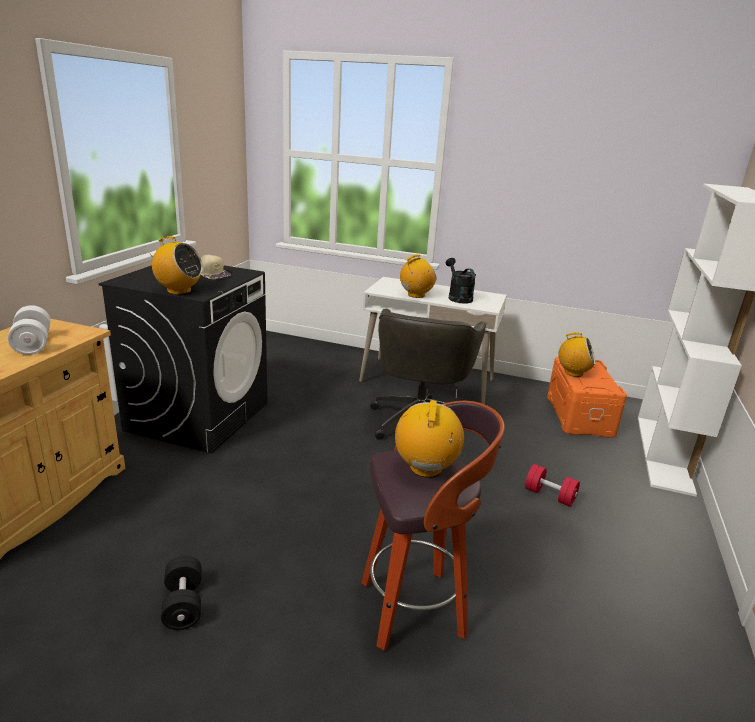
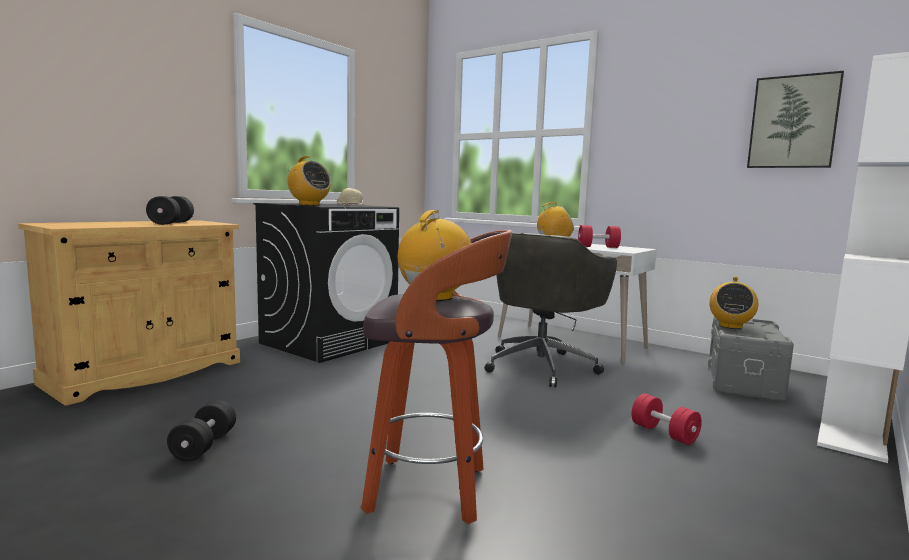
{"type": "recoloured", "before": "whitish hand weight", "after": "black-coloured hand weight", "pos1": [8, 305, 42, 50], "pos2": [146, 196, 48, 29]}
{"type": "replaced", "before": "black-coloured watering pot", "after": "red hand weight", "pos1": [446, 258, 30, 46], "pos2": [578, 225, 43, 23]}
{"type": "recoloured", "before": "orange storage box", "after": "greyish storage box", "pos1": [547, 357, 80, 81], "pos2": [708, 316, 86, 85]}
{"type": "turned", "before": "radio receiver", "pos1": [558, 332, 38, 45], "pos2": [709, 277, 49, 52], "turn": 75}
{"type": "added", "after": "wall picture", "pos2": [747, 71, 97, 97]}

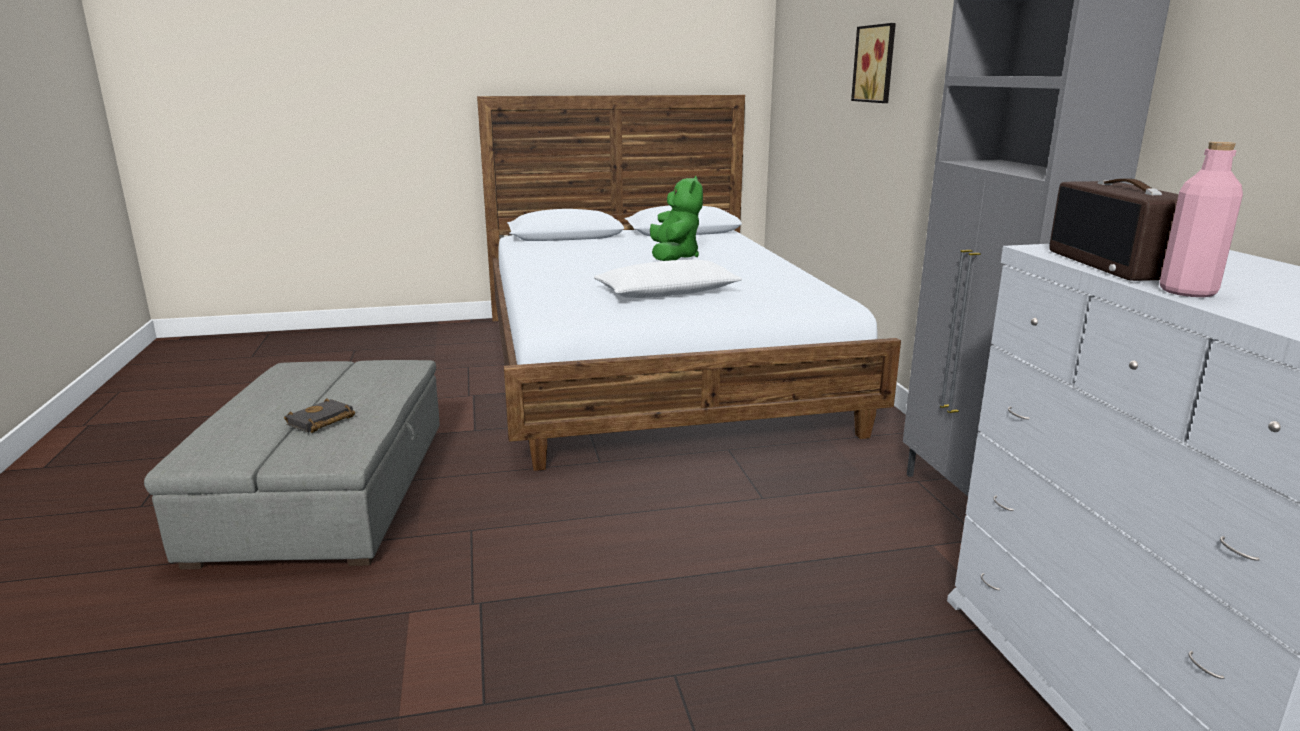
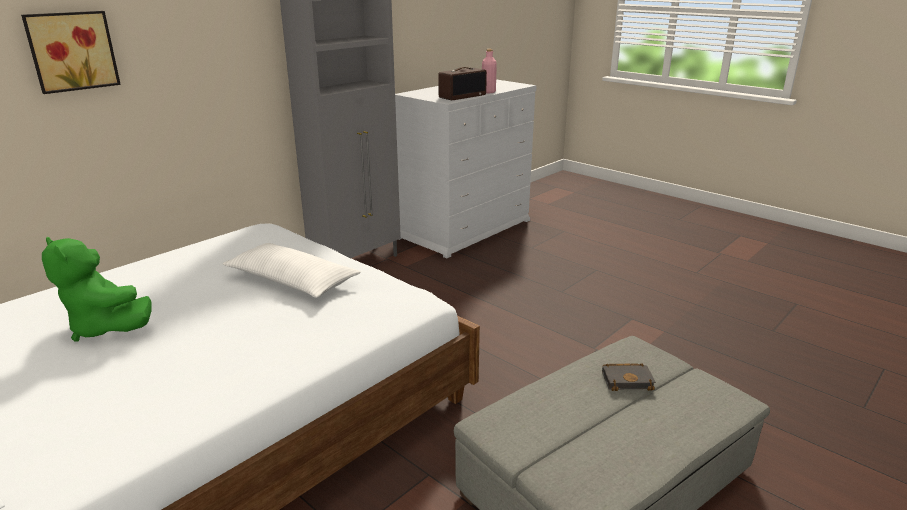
{"type": "turned", "before": "green-coloured plush toy", "pos1": [650, 176, 53, 85], "pos2": [42, 237, 109, 105], "turn": -105}

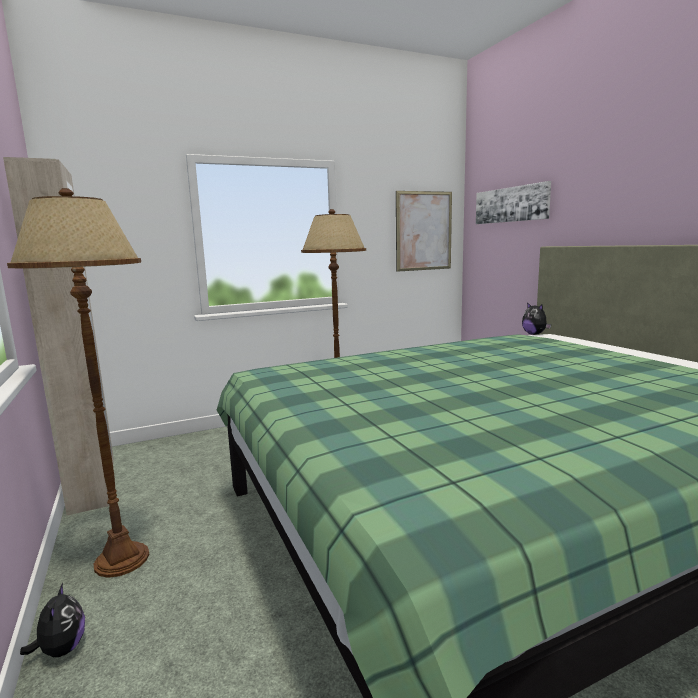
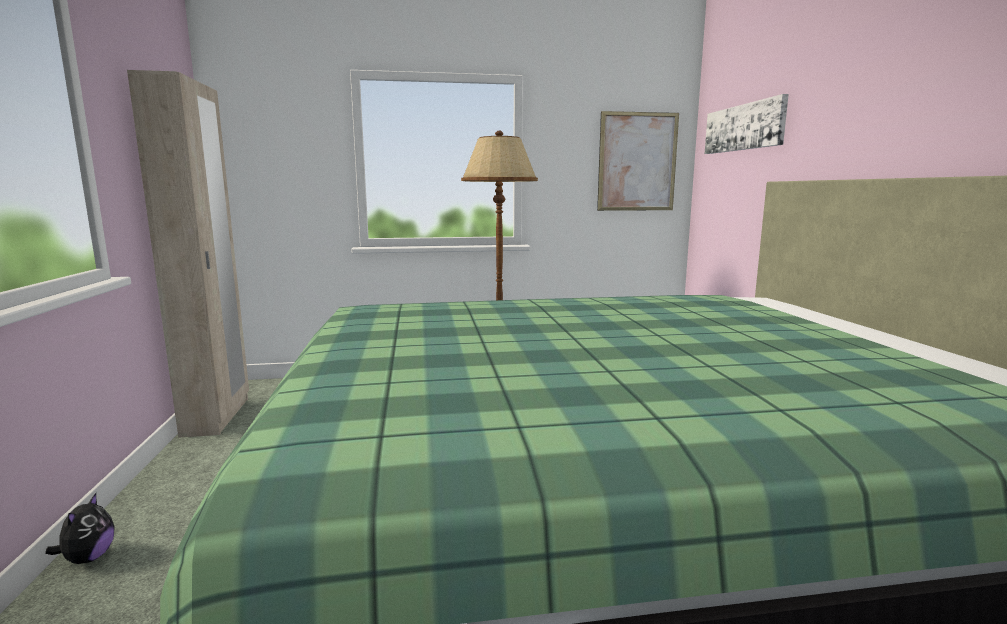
{"type": "removed", "before": "brownish floor lamp", "pos1": [7, 188, 142, 390]}
{"type": "removed", "before": "plush toy", "pos1": [522, 302, 29, 33]}

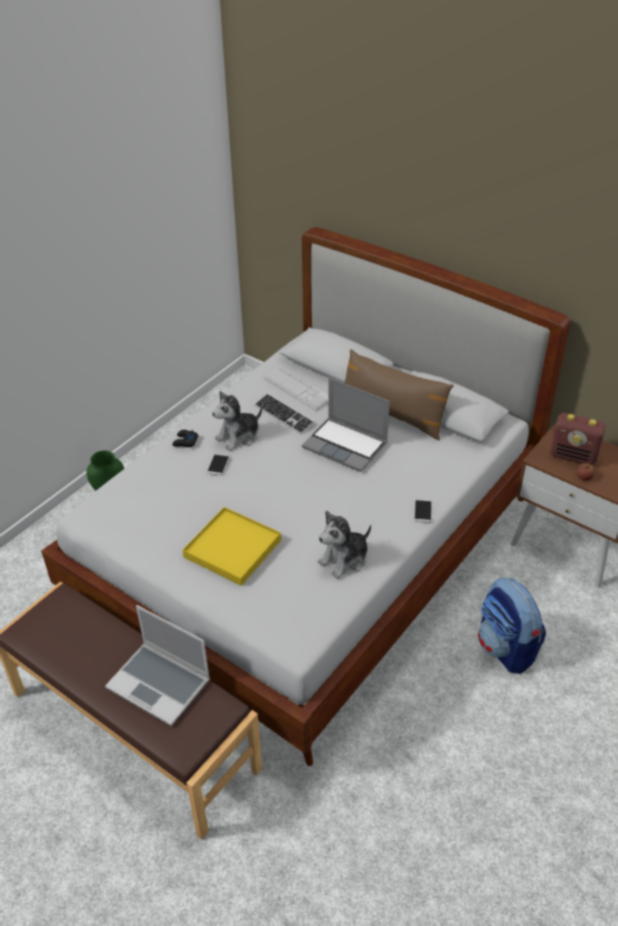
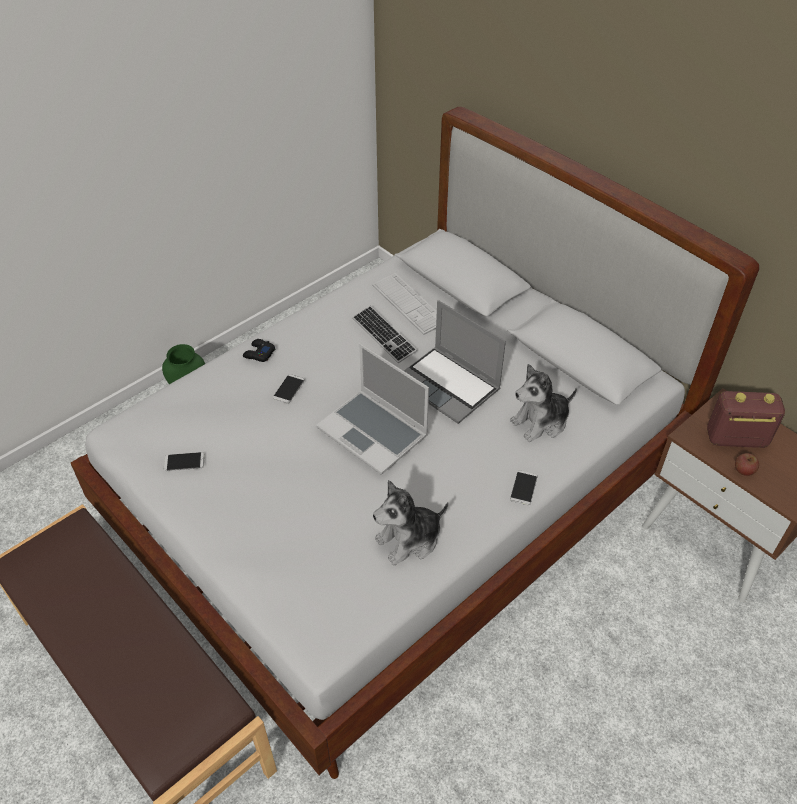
{"type": "added", "after": "telephone", "pos2": [164, 452, 41, 19]}
{"type": "moved", "before": "laptop", "pos1": [105, 605, 105, 121], "pos2": [316, 343, 113, 132]}
{"type": "moved", "before": "plush toy", "pos1": [212, 391, 50, 60], "pos2": [510, 364, 67, 78]}
{"type": "turned", "before": "radio receiver", "pos1": [550, 413, 56, 52], "pos2": [707, 391, 78, 57], "turn": 150}
{"type": "removed", "before": "yellow-coloured tray", "pos1": [182, 507, 99, 79]}
{"type": "removed", "before": "brownish throw pillow", "pos1": [344, 349, 110, 91]}
{"type": "removed", "before": "knapsack", "pos1": [478, 577, 68, 97]}

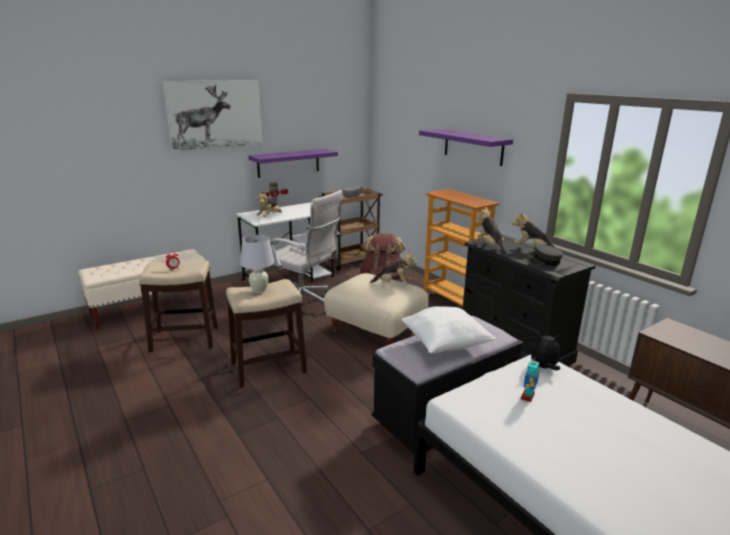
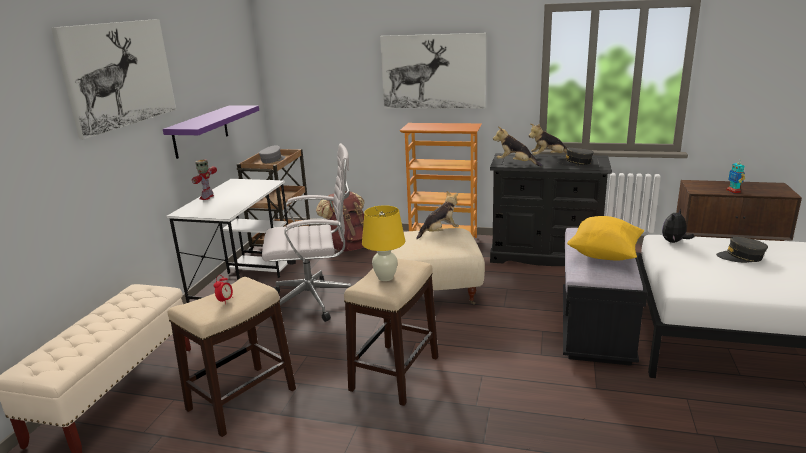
{"type": "recoloured", "before": "whitish table lamp", "after": "yellow-coloured table lamp", "pos1": [240, 235, 34, 58], "pos2": [362, 205, 43, 76]}
{"type": "replaced", "before": "purplish shelf", "after": "wall picture", "pos1": [419, 129, 94, 37], "pos2": [380, 33, 106, 76]}
{"type": "recoloured", "before": "whitish throw pillow", "after": "yellow-coloured throw pillow", "pos1": [402, 306, 94, 47], "pos2": [567, 216, 77, 45]}
{"type": "added", "after": "greyish peaked cap", "pos2": [716, 237, 52, 26]}
{"type": "moved", "before": "robot figure", "pos1": [521, 358, 18, 44], "pos2": [726, 159, 19, 34]}
{"type": "removed", "before": "plush toy", "pos1": [256, 191, 26, 26]}

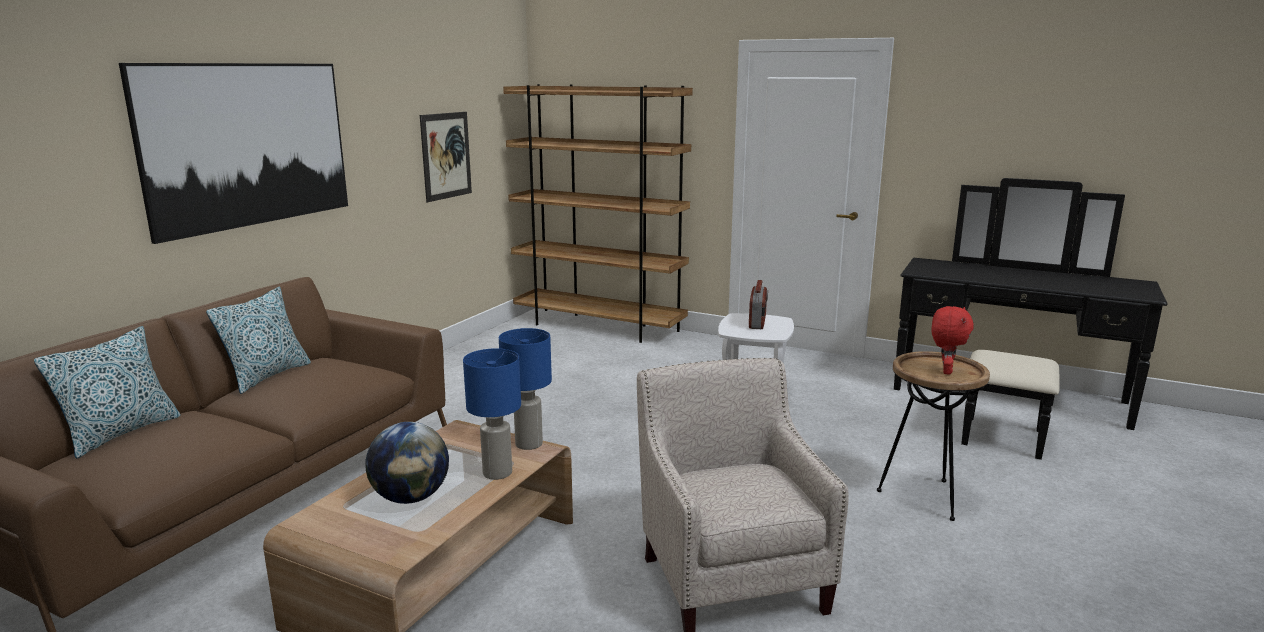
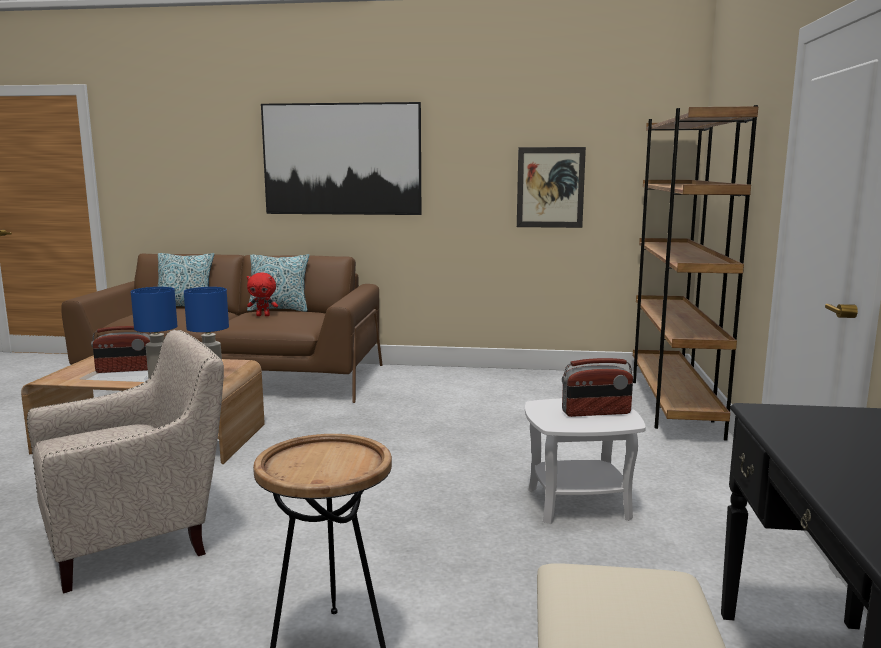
{"type": "replaced", "before": "desk globe", "after": "radio receiver", "pos1": [365, 422, 84, 82], "pos2": [91, 326, 60, 47]}
{"type": "moved", "before": "red plush toy", "pos1": [931, 306, 43, 69], "pos2": [247, 273, 31, 43]}

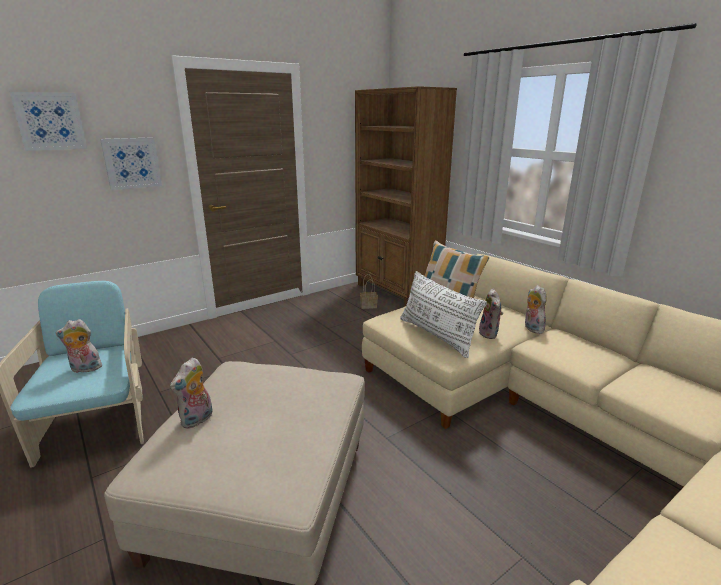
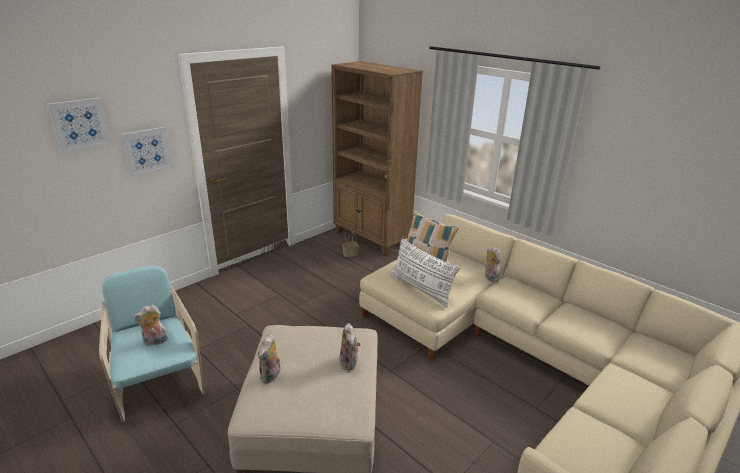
{"type": "moved", "before": "plush toy", "pos1": [479, 288, 24, 51], "pos2": [339, 323, 22, 47]}

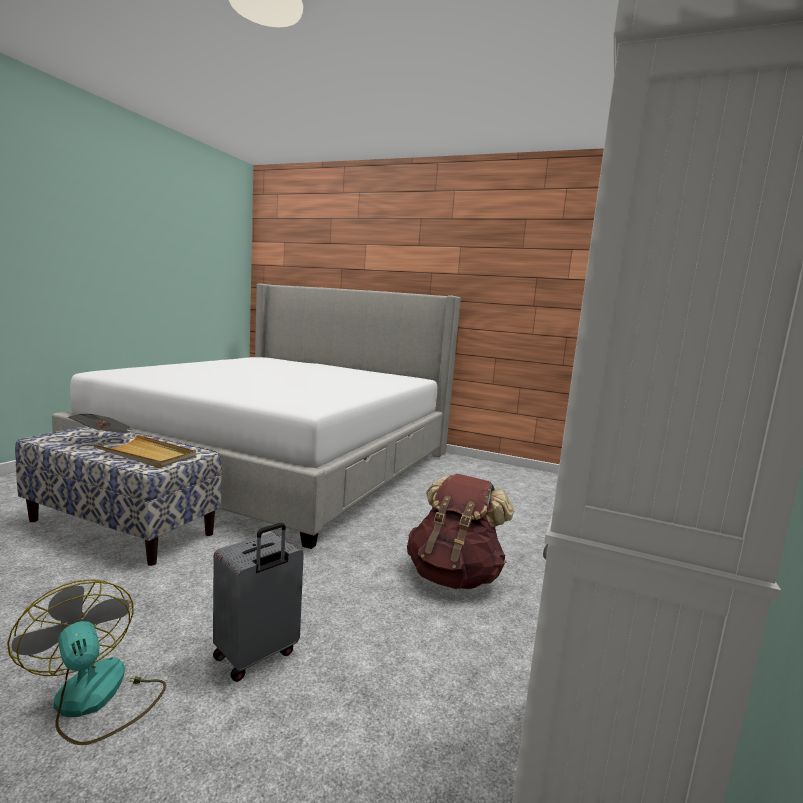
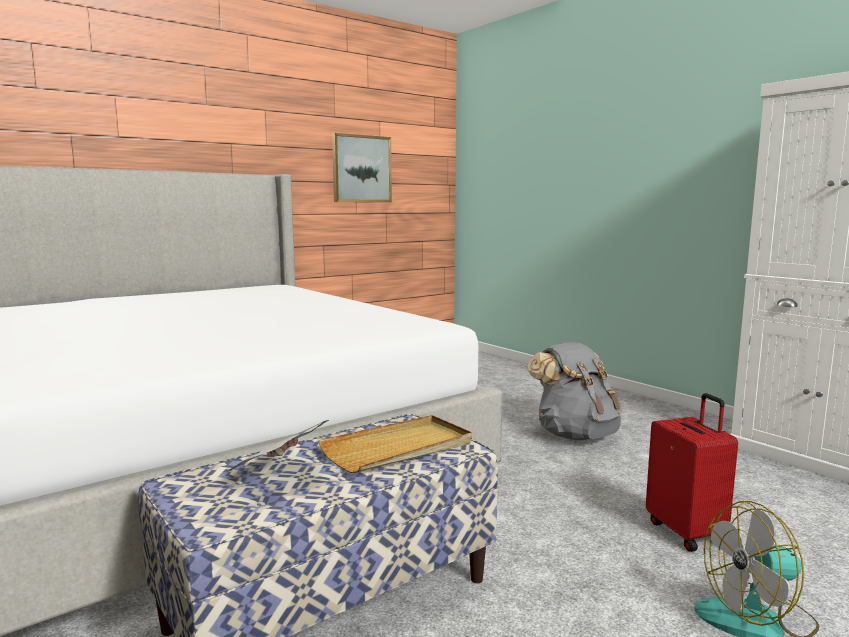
{"type": "added", "after": "wall picture", "pos2": [332, 133, 60, 69]}
{"type": "recoloured", "before": "brownish knapsack", "after": "greyish knapsack", "pos1": [407, 474, 107, 115], "pos2": [527, 342, 96, 98]}
{"type": "recoloured", "before": "greyish suitcase", "after": "red suitcase", "pos1": [213, 523, 91, 159], "pos2": [646, 393, 92, 159]}

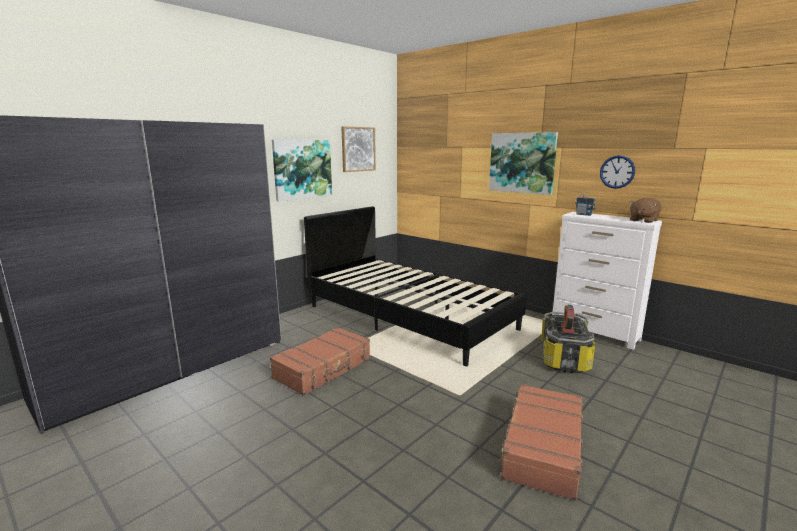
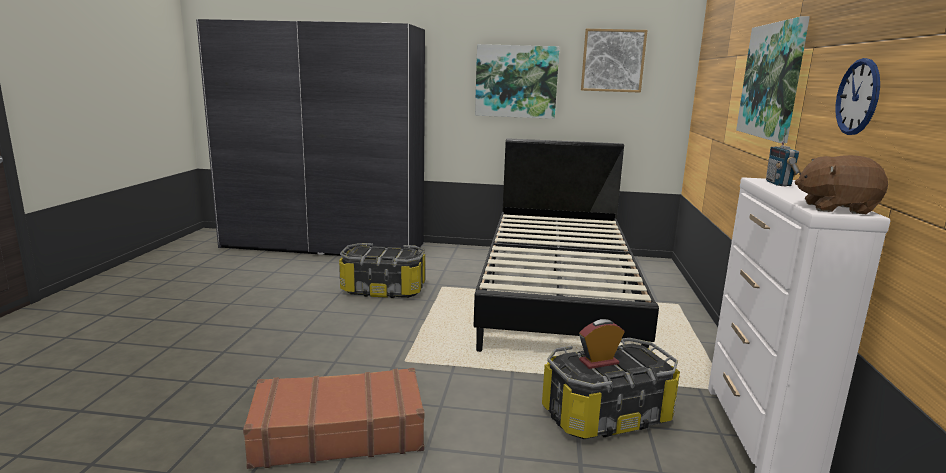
{"type": "replaced", "before": "brownish suitcase", "after": "storage box", "pos1": [270, 327, 100, 69], "pos2": [339, 243, 86, 55]}

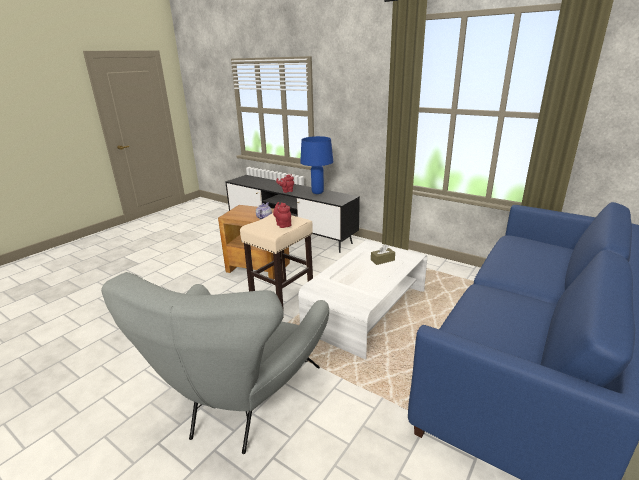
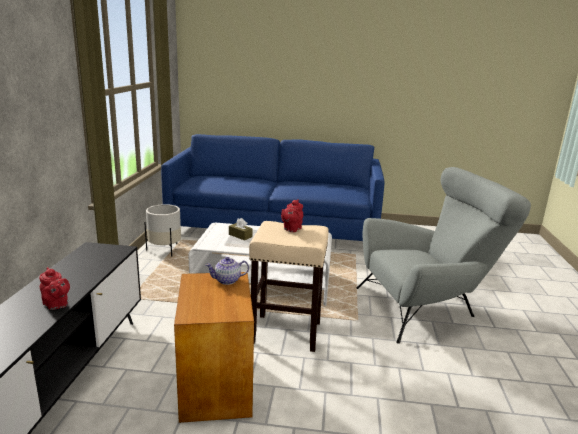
{"type": "added", "after": "whitish planter", "pos2": [144, 204, 37, 53]}
{"type": "removed", "before": "blue-coloured table lamp", "pos1": [300, 136, 33, 58]}

